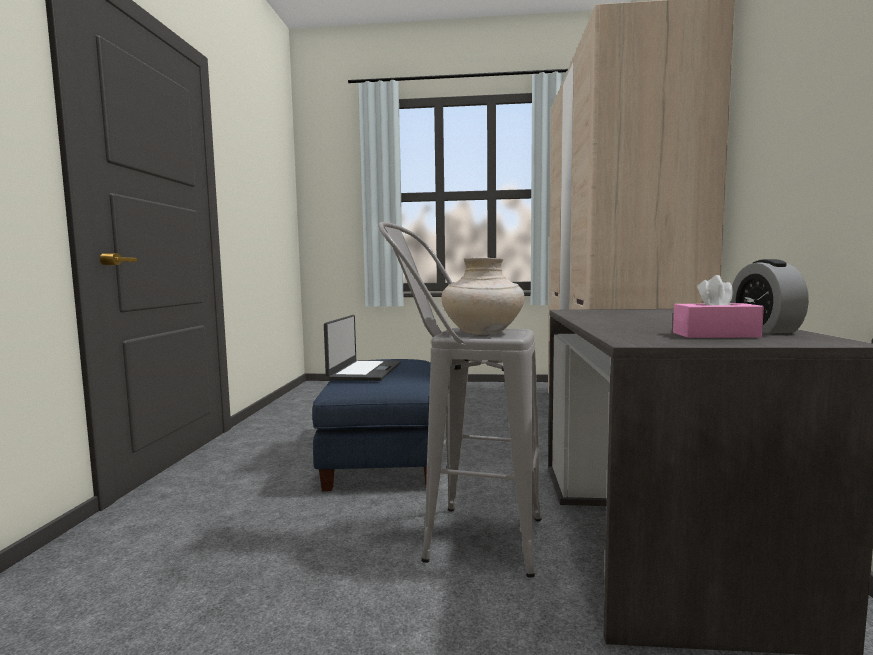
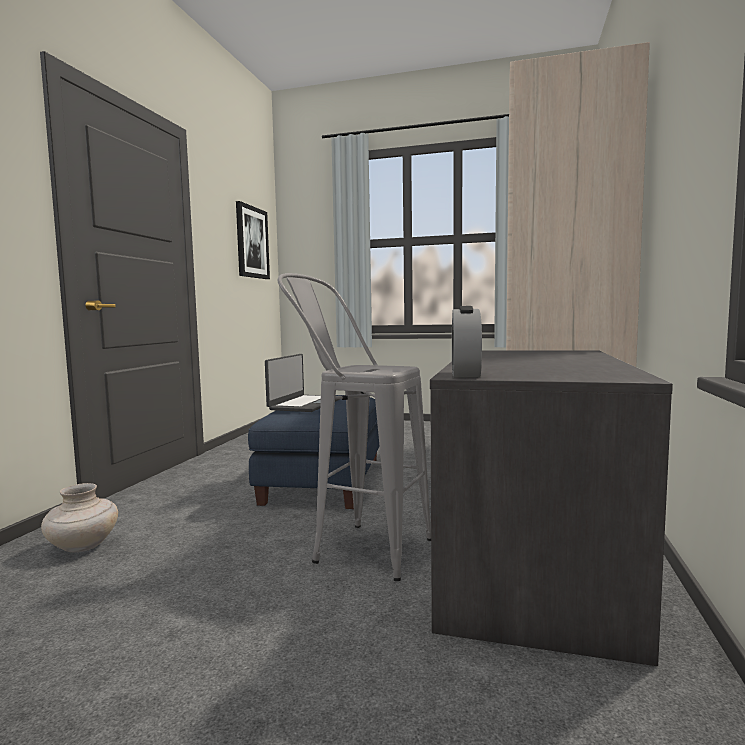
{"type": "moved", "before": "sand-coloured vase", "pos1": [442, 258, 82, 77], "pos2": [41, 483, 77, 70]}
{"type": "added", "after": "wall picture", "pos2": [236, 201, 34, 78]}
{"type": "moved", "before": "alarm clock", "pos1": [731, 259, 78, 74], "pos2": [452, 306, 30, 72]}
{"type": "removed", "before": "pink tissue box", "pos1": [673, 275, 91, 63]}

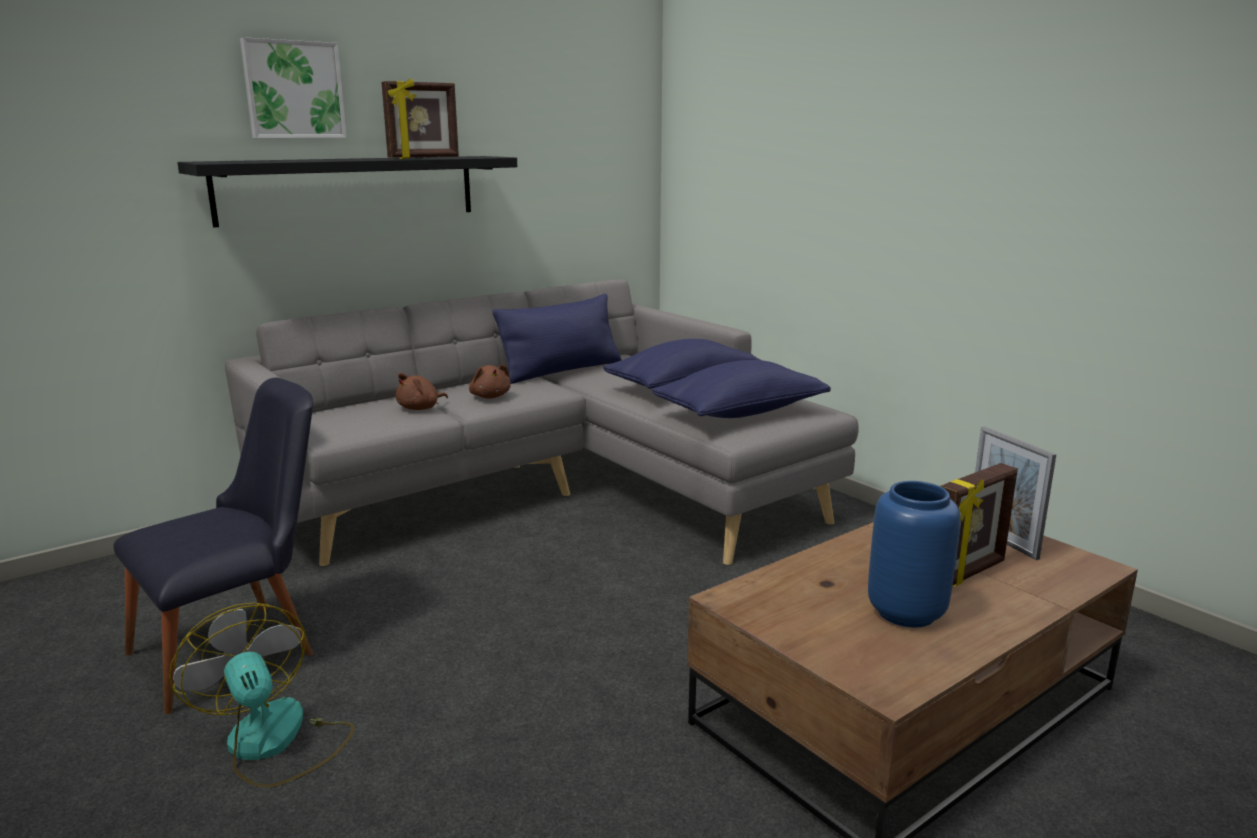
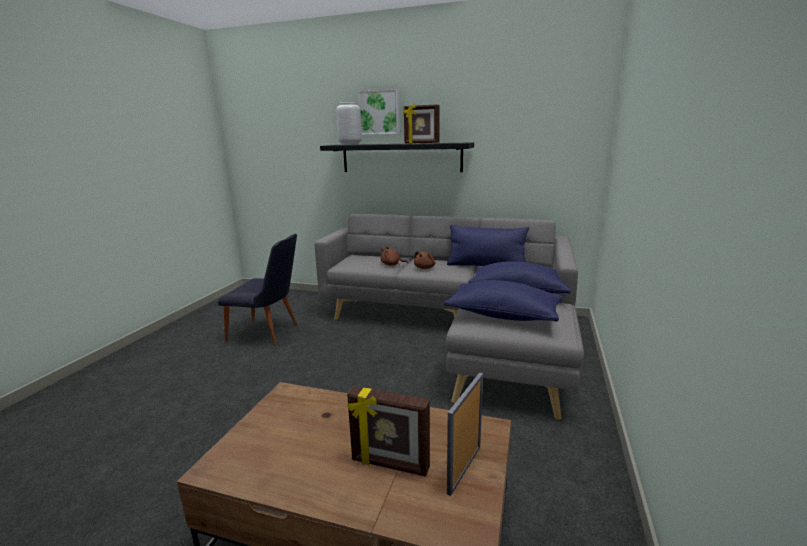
{"type": "added", "after": "greyish vase", "pos2": [336, 102, 26, 43]}
{"type": "removed", "before": "cooling fan", "pos1": [169, 603, 185, 185]}
{"type": "removed", "before": "blue-coloured vase", "pos1": [868, 481, 92, 146]}

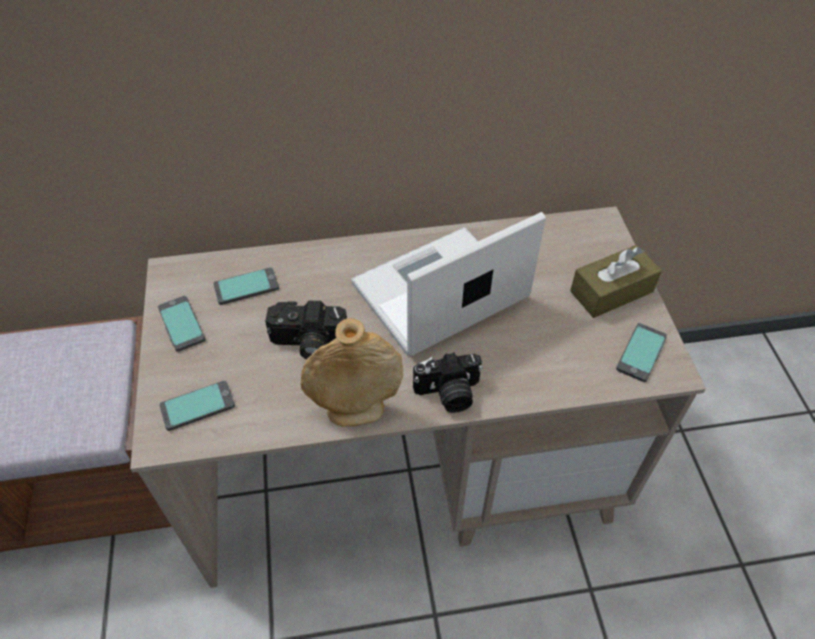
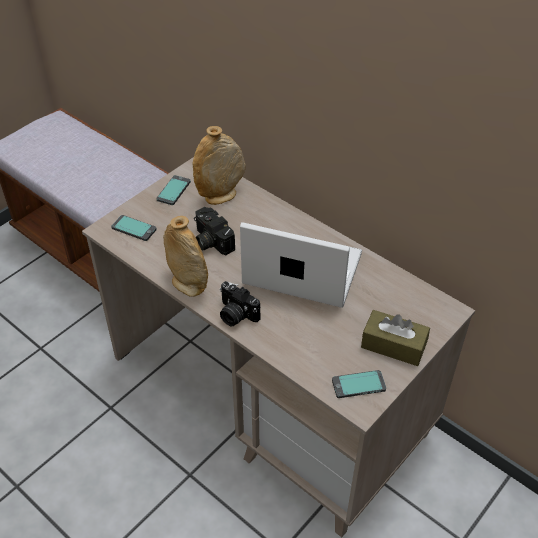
{"type": "replaced", "before": "telephone", "after": "sand-coloured vase", "pos1": [213, 267, 66, 38], "pos2": [193, 126, 53, 79]}

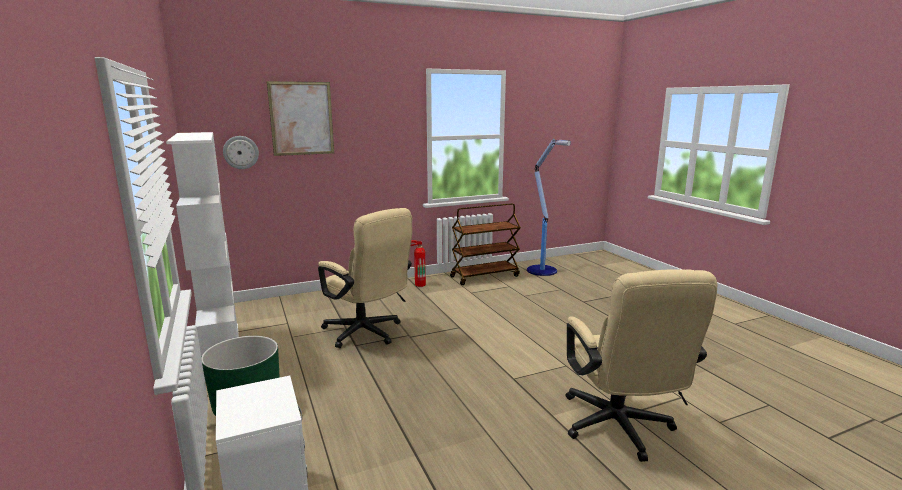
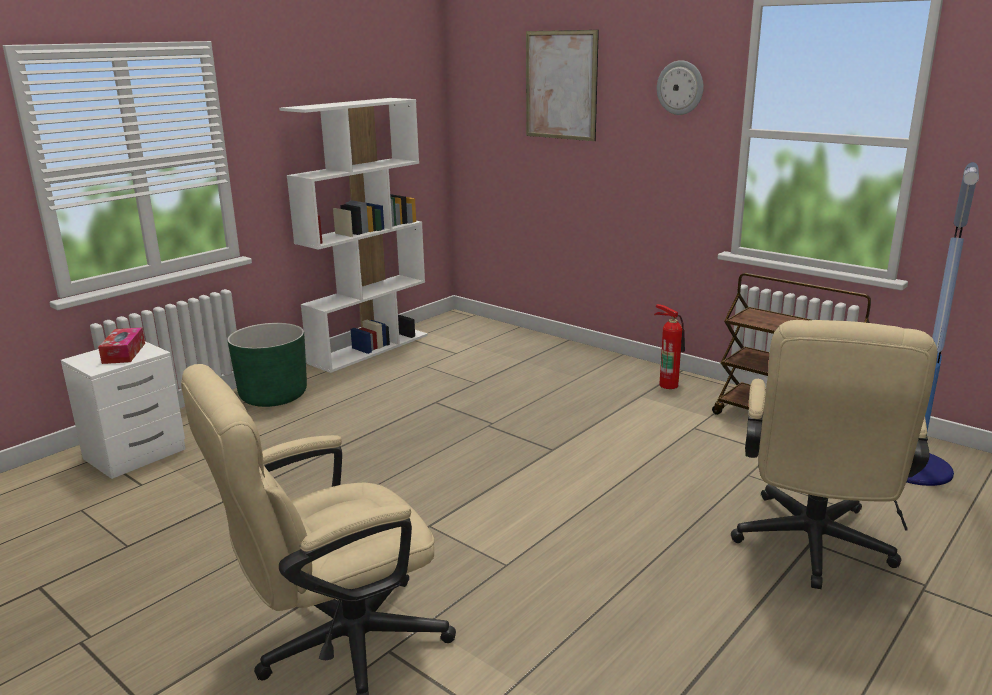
{"type": "added", "after": "tissue box", "pos2": [98, 328, 47, 36]}
{"type": "moved", "before": "clock on the wall", "pos1": [223, 136, 36, 33], "pos2": [657, 60, 47, 55]}
{"type": "moved", "before": "sand-coloured desk chair", "pos1": [318, 208, 94, 140], "pos2": [731, 320, 206, 269]}

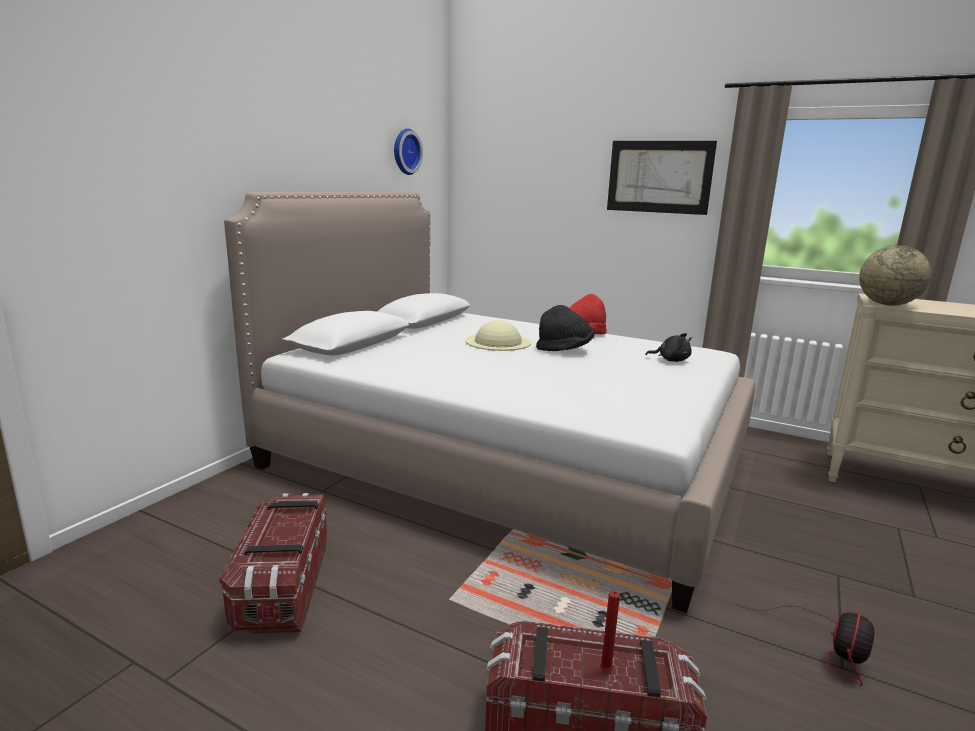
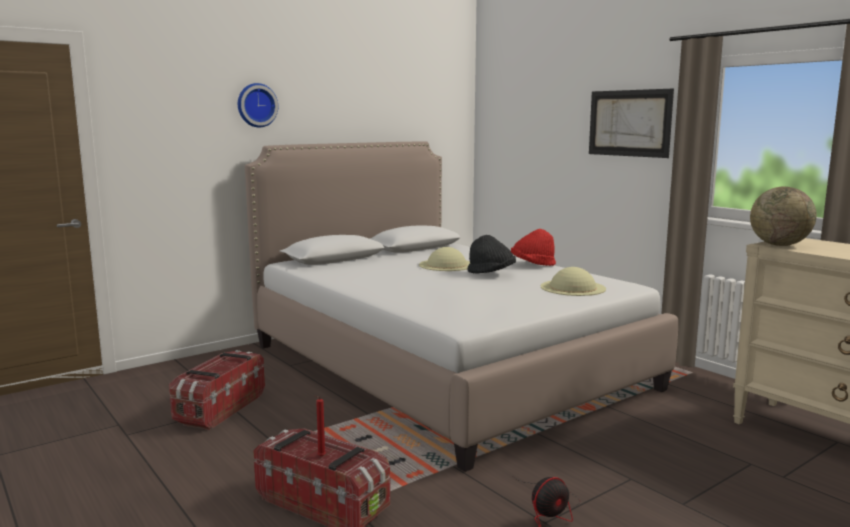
{"type": "moved", "before": "clock on the wall", "pos1": [394, 128, 29, 47], "pos2": [238, 83, 40, 45]}
{"type": "replaced", "before": "black-coloured plush toy", "after": "sand-coloured wearable hat", "pos1": [645, 333, 47, 29], "pos2": [541, 267, 65, 29]}

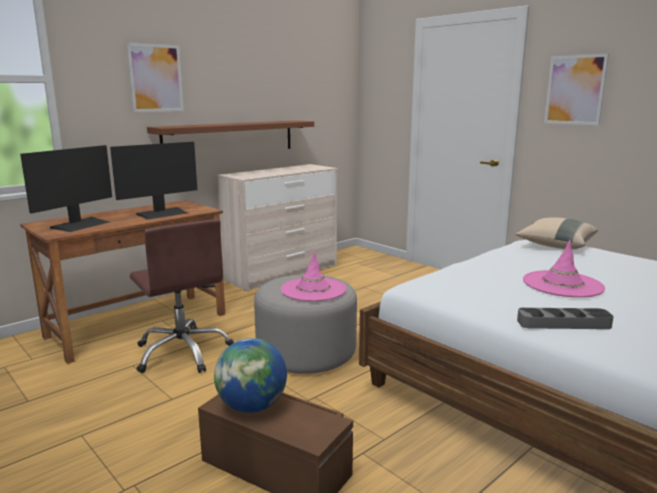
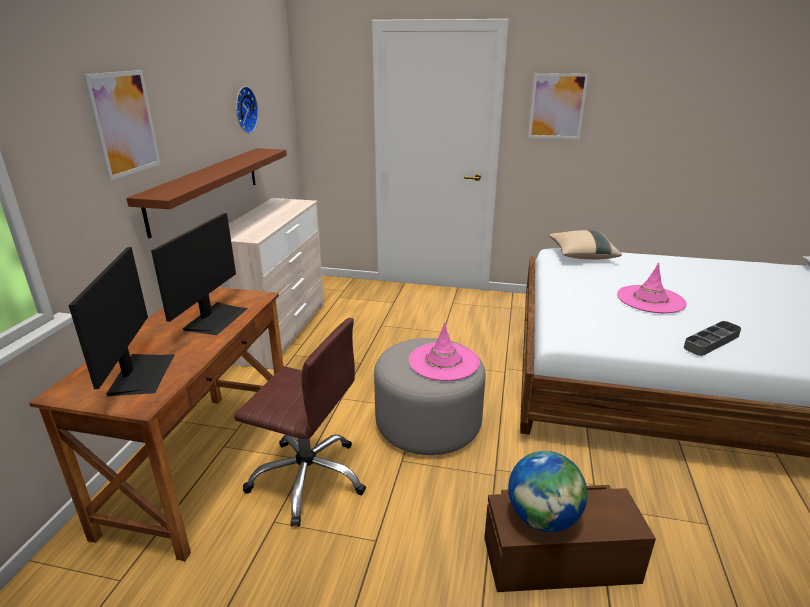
{"type": "added", "after": "clock on the wall", "pos2": [236, 86, 22, 47]}

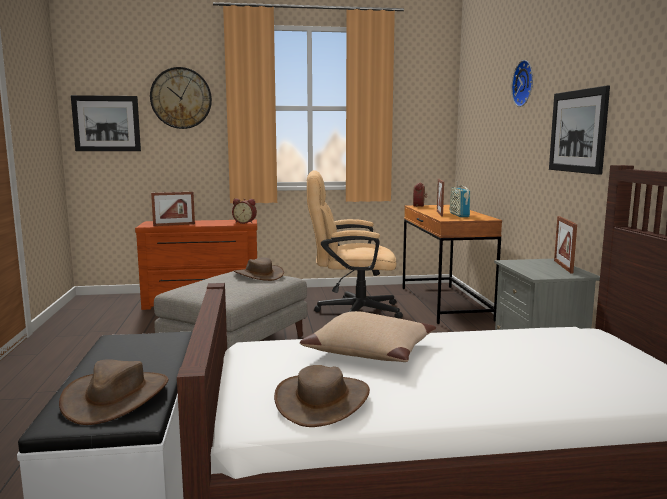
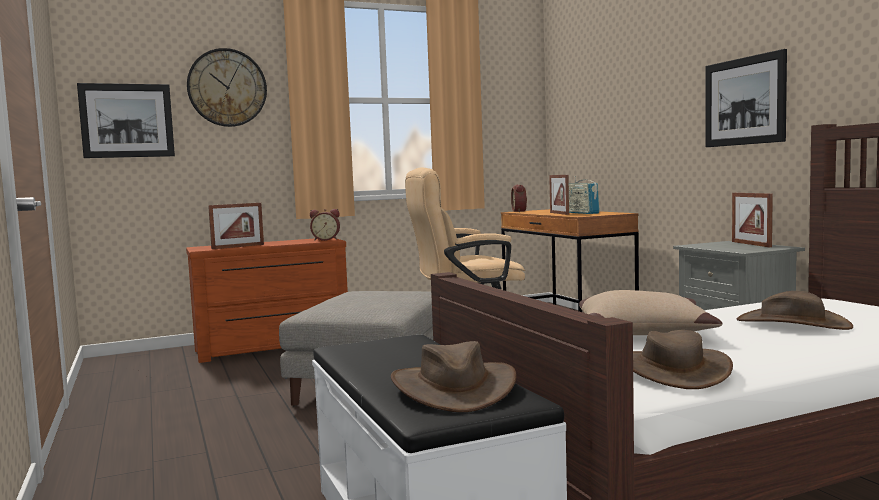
{"type": "moved", "before": "brownish wearable hat", "pos1": [233, 257, 51, 24], "pos2": [736, 291, 117, 39]}
{"type": "removed", "before": "clock on the wall", "pos1": [511, 60, 22, 47]}

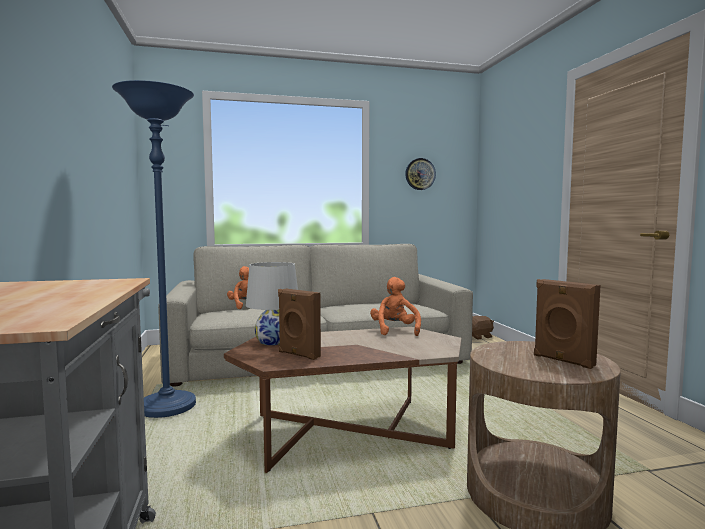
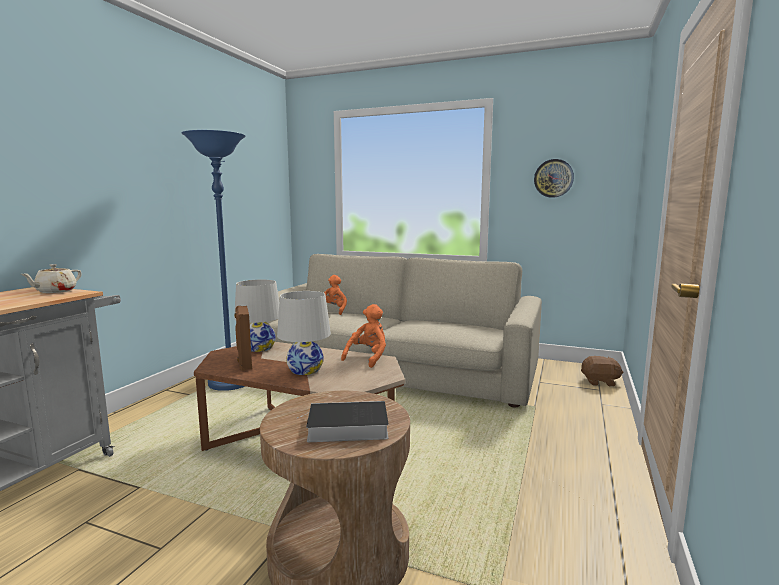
{"type": "added", "after": "sand-coloured tea pot", "pos2": [21, 264, 61, 29]}
{"type": "added", "after": "whitish table lamp", "pos2": [277, 291, 54, 84]}
{"type": "replaced", "before": "brownish audio speaker", "after": "bound book", "pos1": [534, 279, 67, 90], "pos2": [296, 401, 93, 41]}

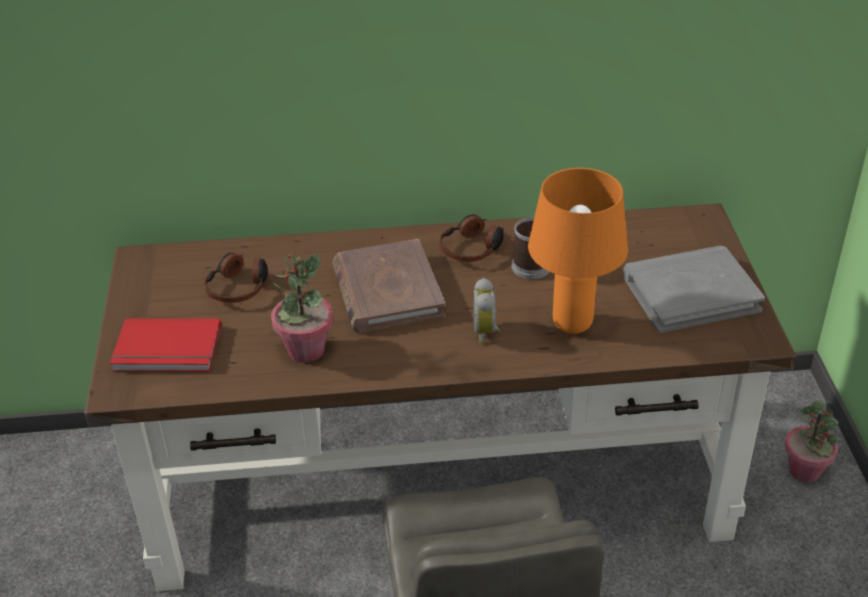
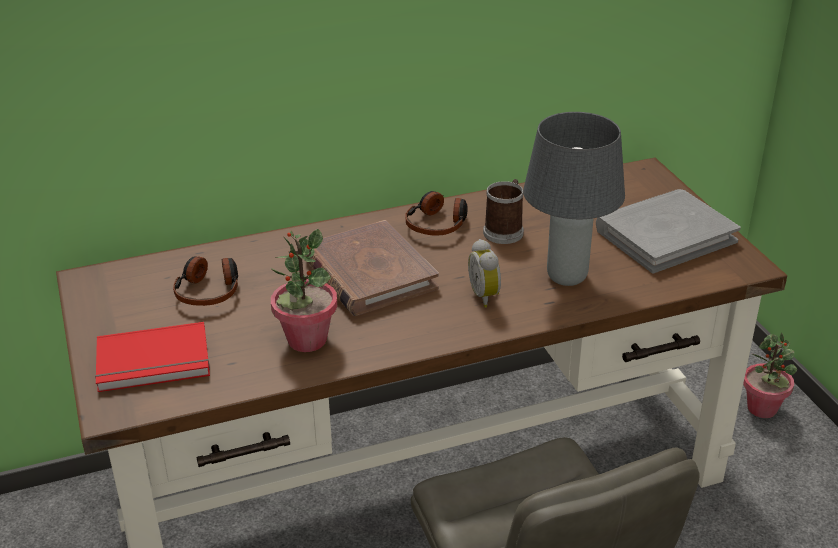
{"type": "recoloured", "before": "orange table lamp", "after": "greyish table lamp", "pos1": [528, 168, 100, 166], "pos2": [523, 112, 102, 174]}

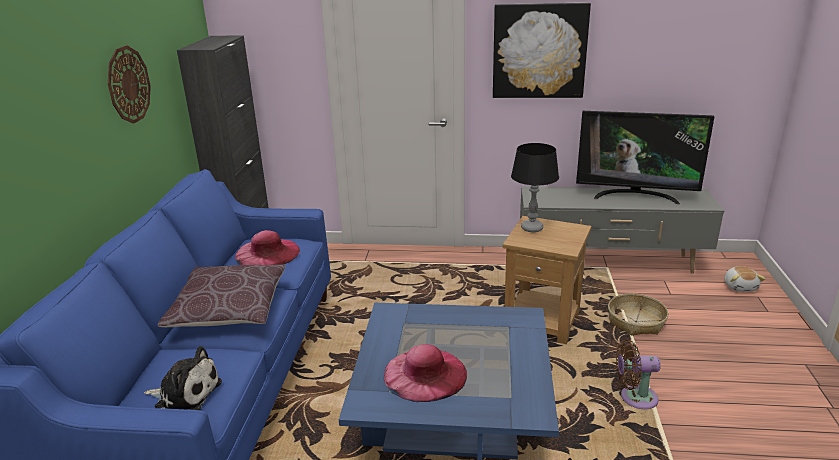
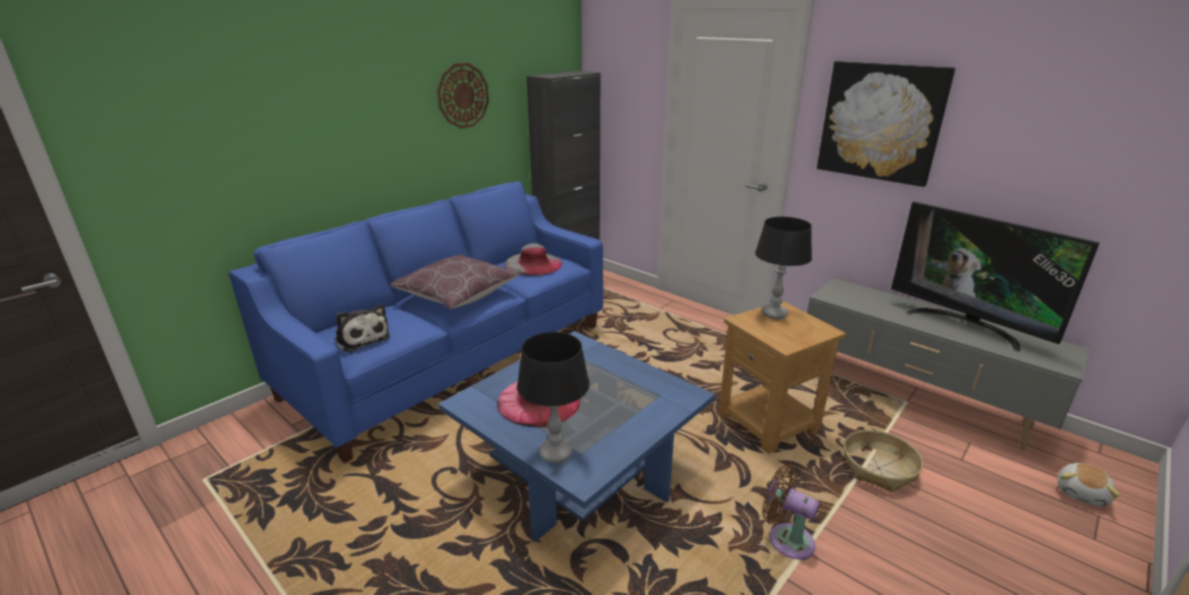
{"type": "recoloured", "before": "pink wearable hat", "after": "greyish wearable hat", "pos1": [235, 230, 65, 35], "pos2": [504, 243, 58, 33]}
{"type": "added", "after": "black-coloured table lamp", "pos2": [517, 332, 73, 131]}

